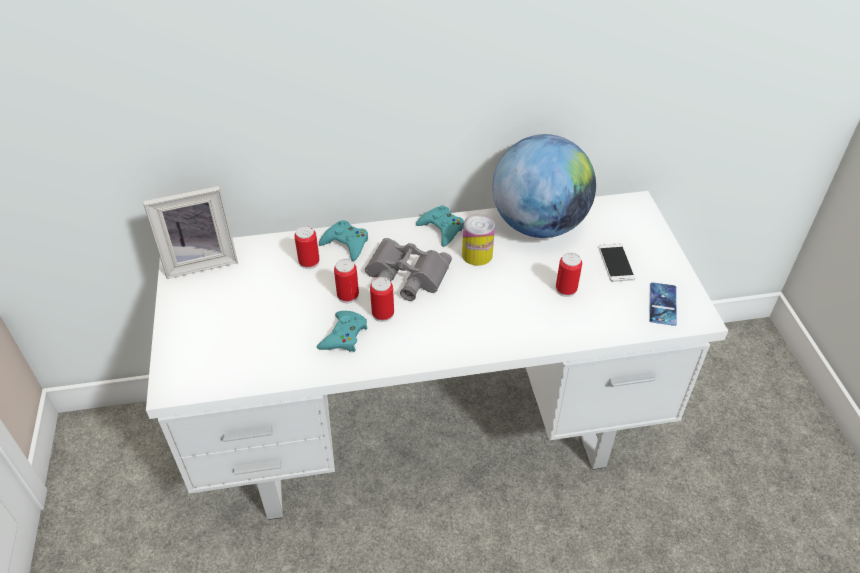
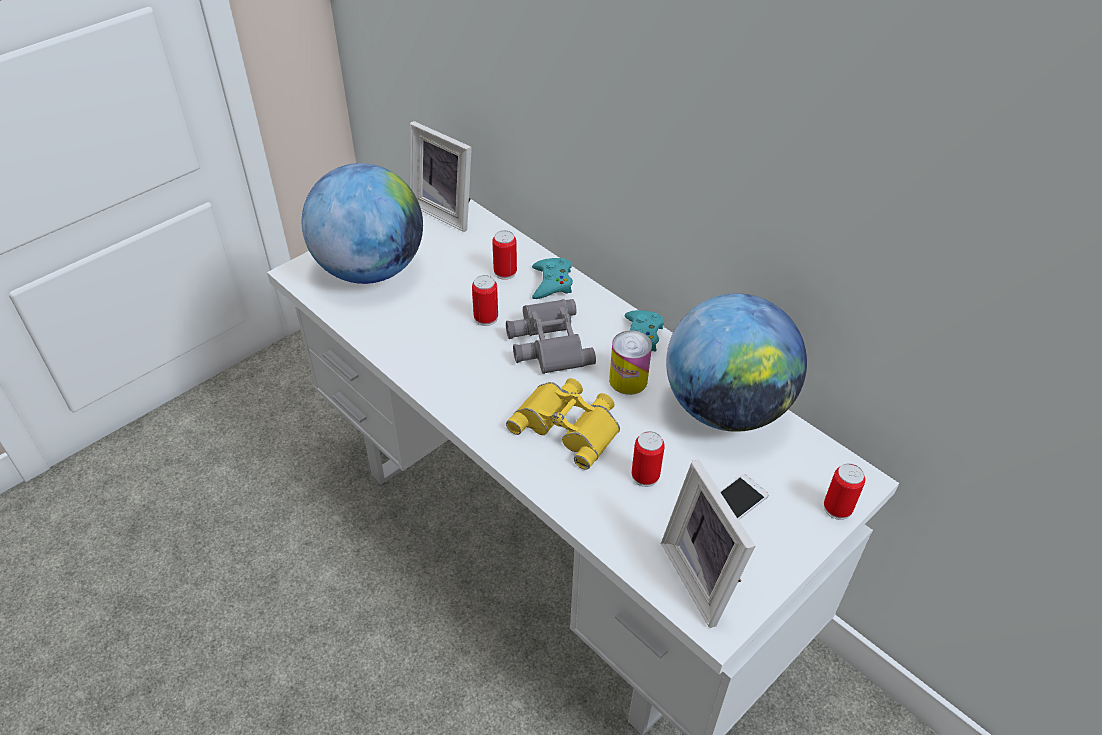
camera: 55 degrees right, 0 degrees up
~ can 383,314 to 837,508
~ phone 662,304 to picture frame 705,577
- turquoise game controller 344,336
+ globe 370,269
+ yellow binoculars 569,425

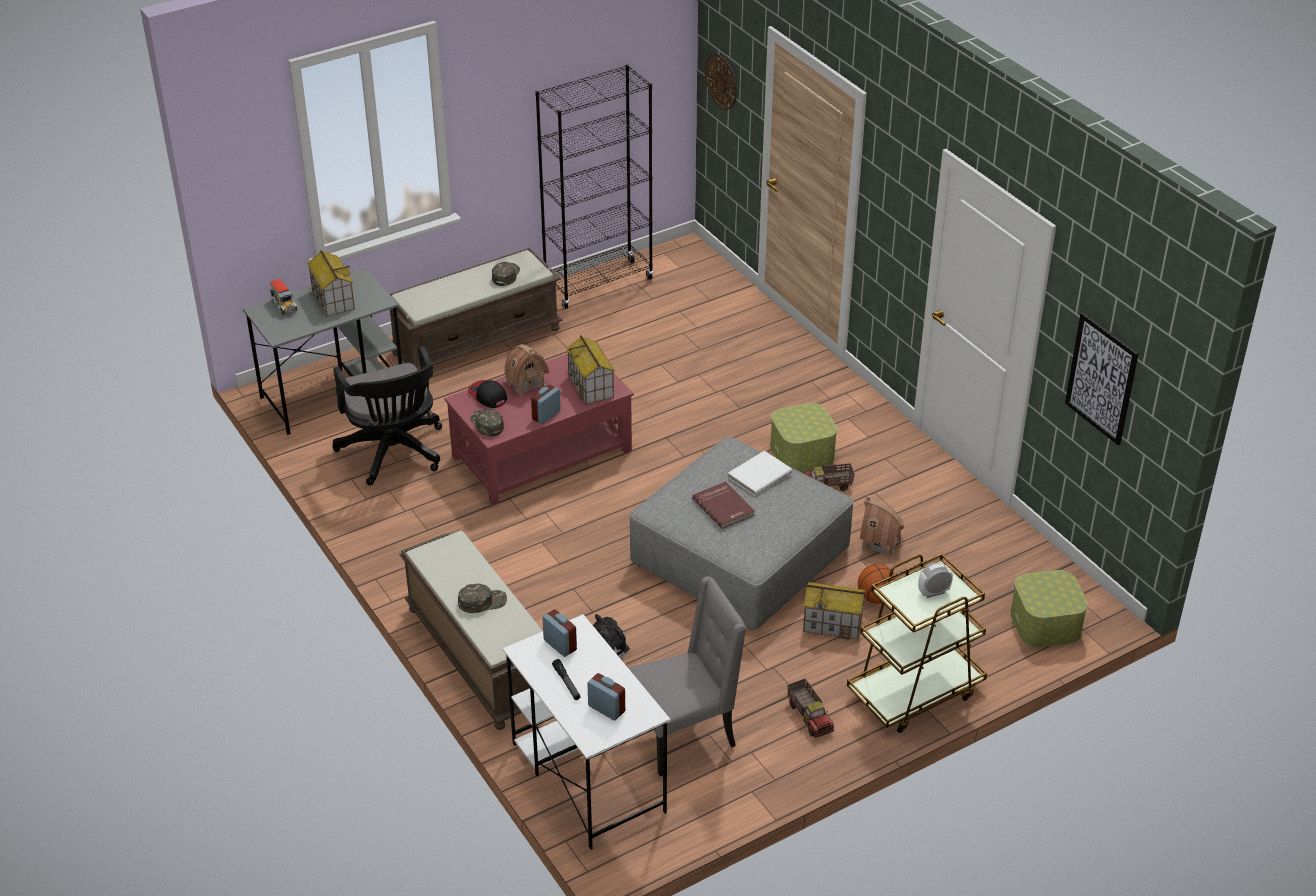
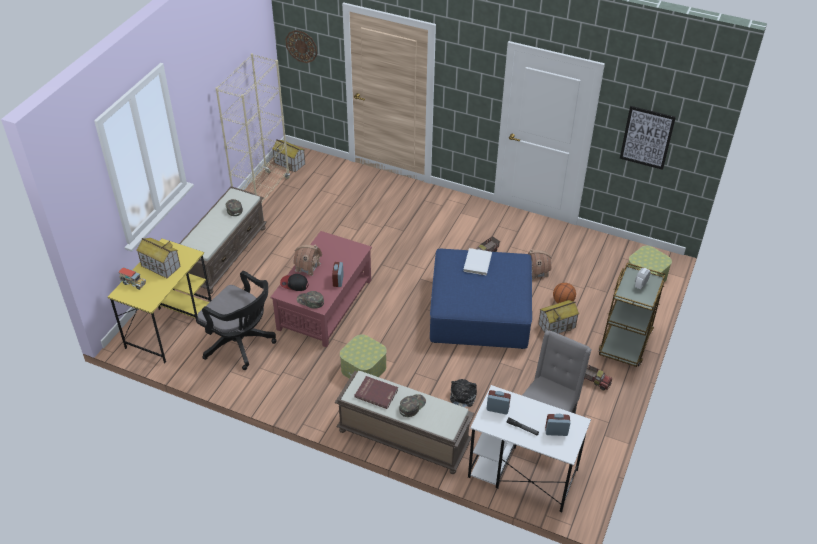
camera: 35 degrees left, 5 degrees up
~ black bookcase 598,284 to beige bookcase 262,193
~ grey desk 334,395 to yellow desk 170,325
~ toy house 591,386 to 290,163
~ storage box 802,452 to 363,368
~ grey ottoman 740,556 to blue ottoman 480,312
~ red book 724,507 to 376,393

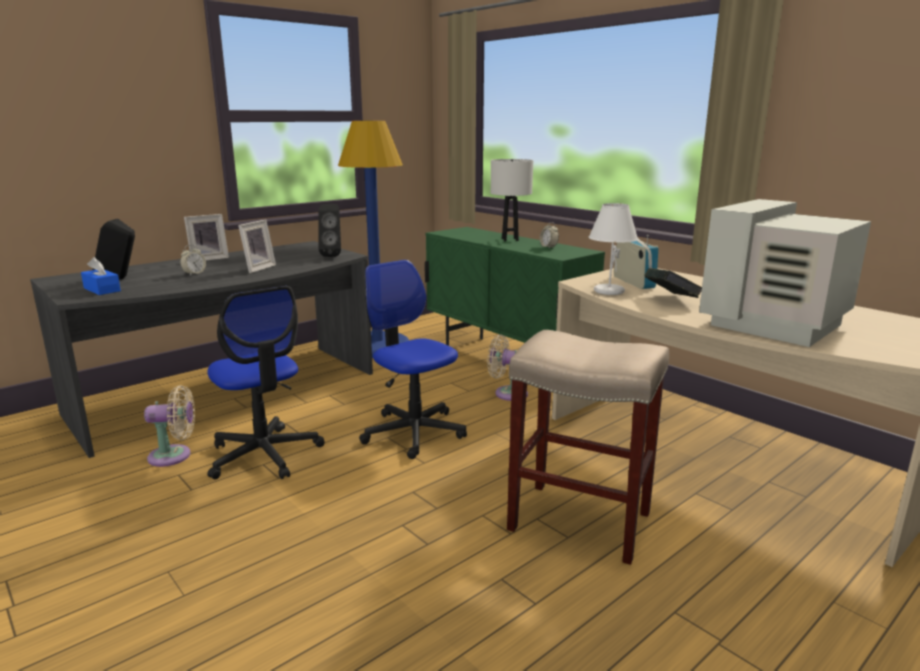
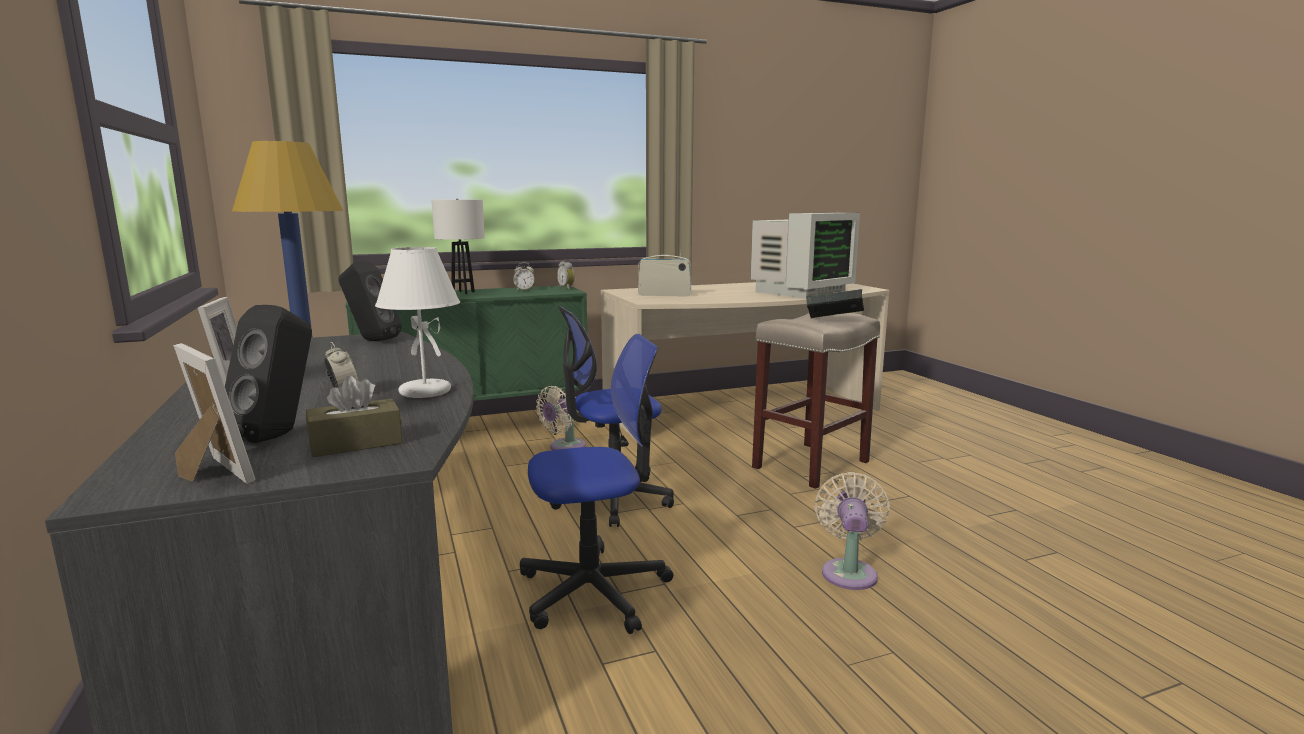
camera: 70 degrees left, 5 degrees down
~ monitor 776,325 = 799,292 105 degrees counterclockwise
~ white table lamp 608,291 to 424,392
~ picture frame 257,268 to 211,474
~ blue tissue box 102,289 to brown tissue box 356,443
~ book 670,300 to 834,321
~ beige fan 174,456 to 849,571
+ alarm clock 567,288

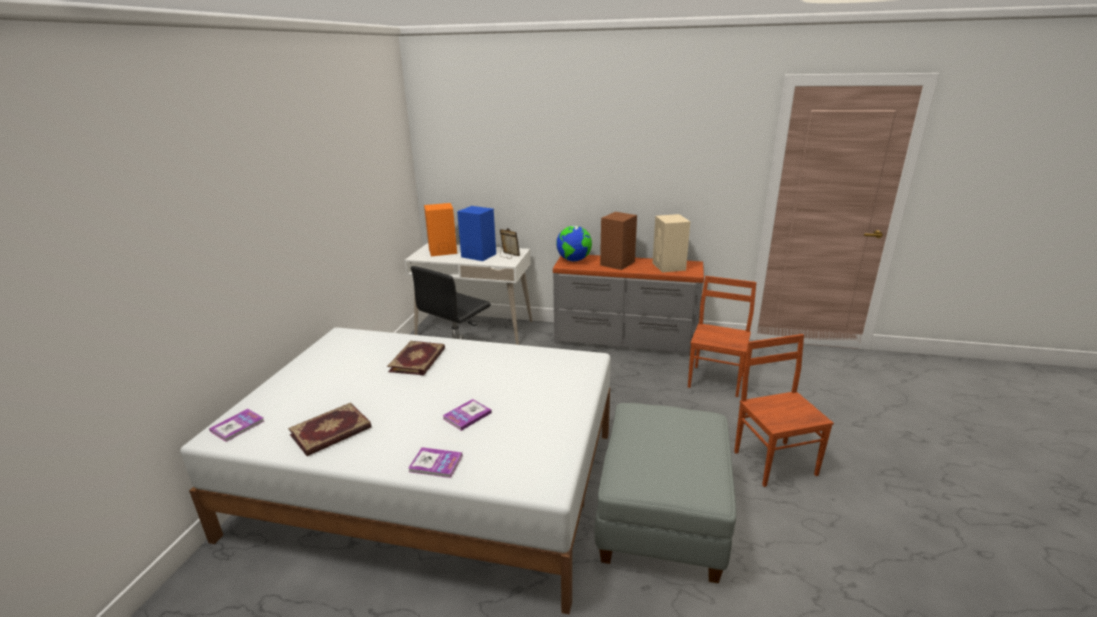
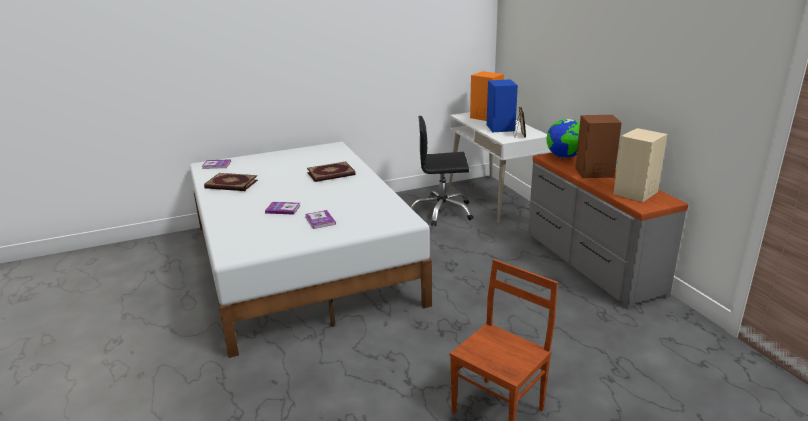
camera: 55 degrees right, 0 degrees up
- brown chair 716,381
- grey ottoman 661,517
~ book 435,463 to 320,220

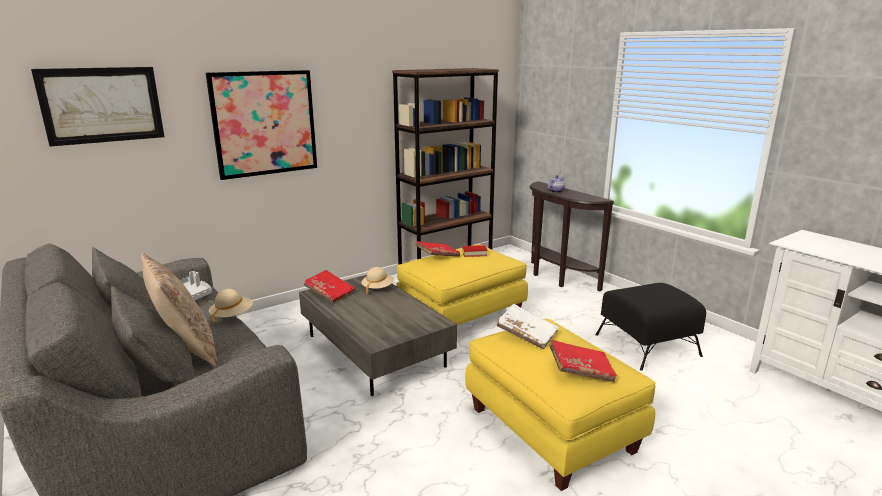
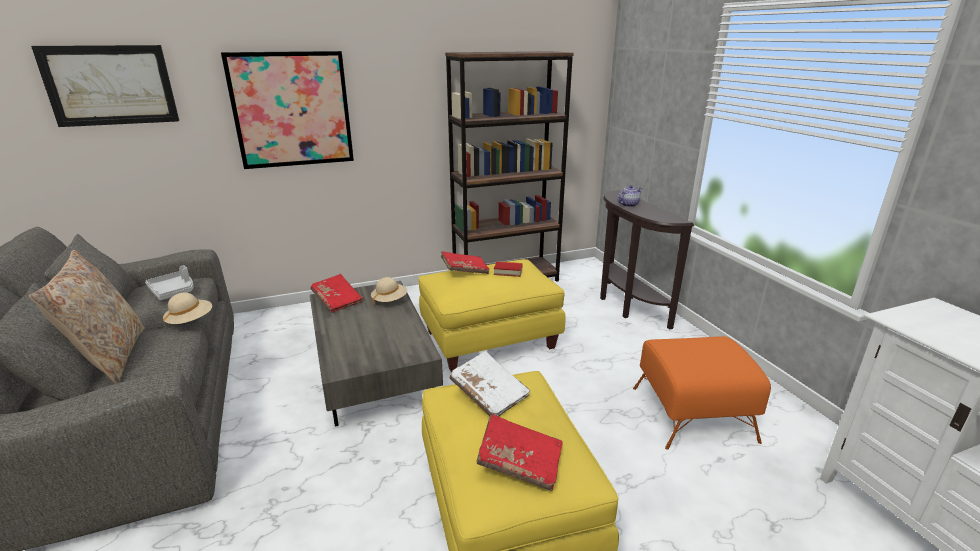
camera: 15 degrees right, 5 degrees up
~ black ottoman 646,345 to orange ottoman 691,413

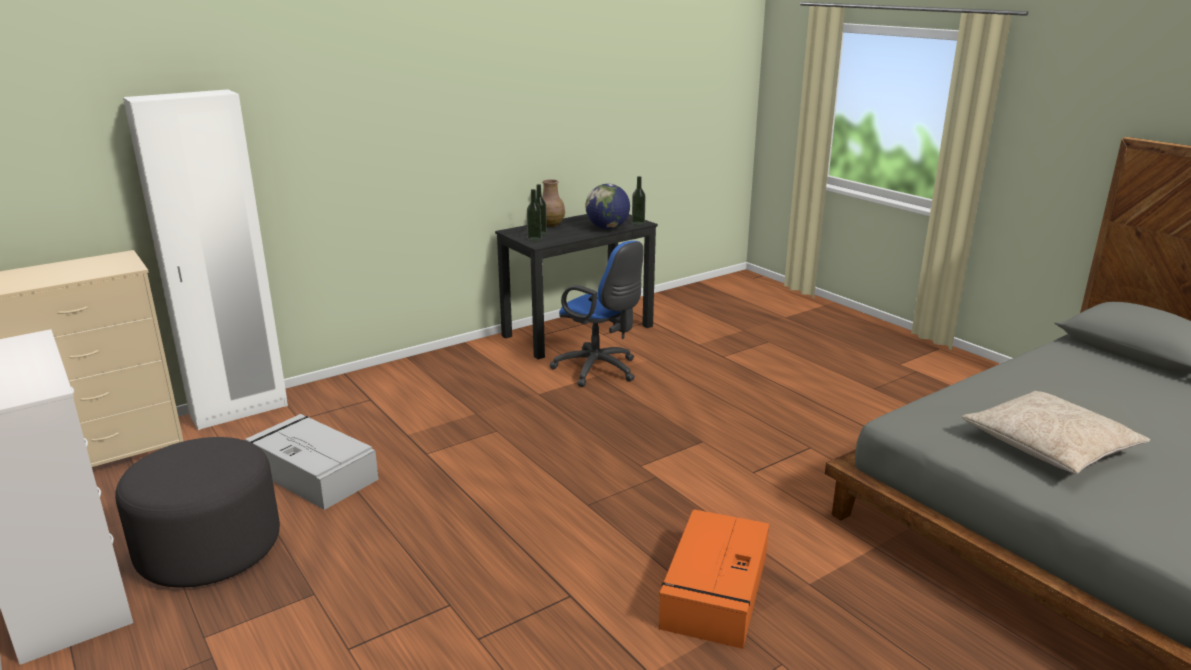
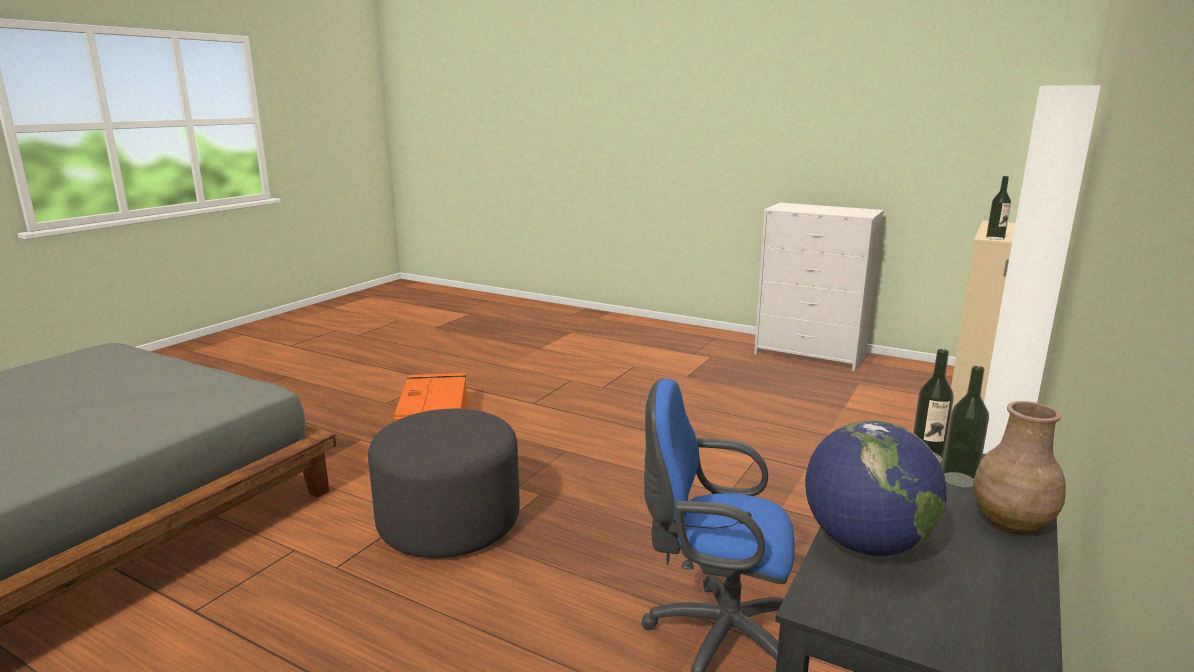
camera: 155 degrees right, 5 degrees down
~ bottle 638,223 to 995,238
- beige pillow 1049,445
- grey storage box 313,473
~ grey ottoman 210,548 to 449,522

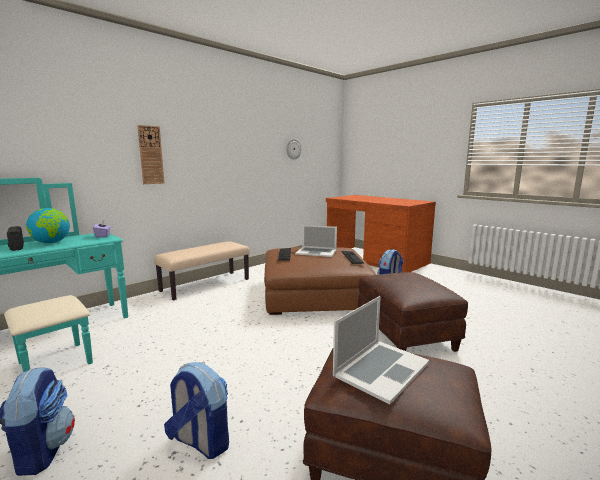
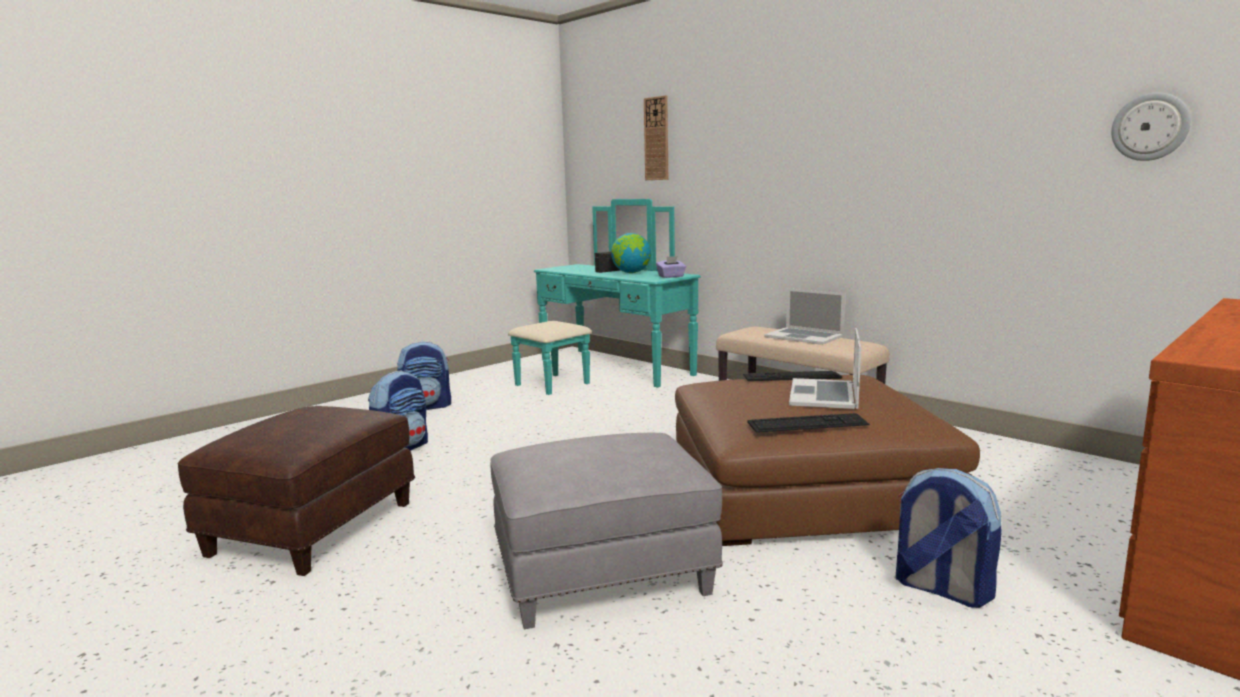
camera: 90 degrees right, 0 degrees up
~ wall clock 151,155 to 656,139
~ brown ottoman 404,335 to grey ottoman 604,573
~ laptop 381,369 to 804,336

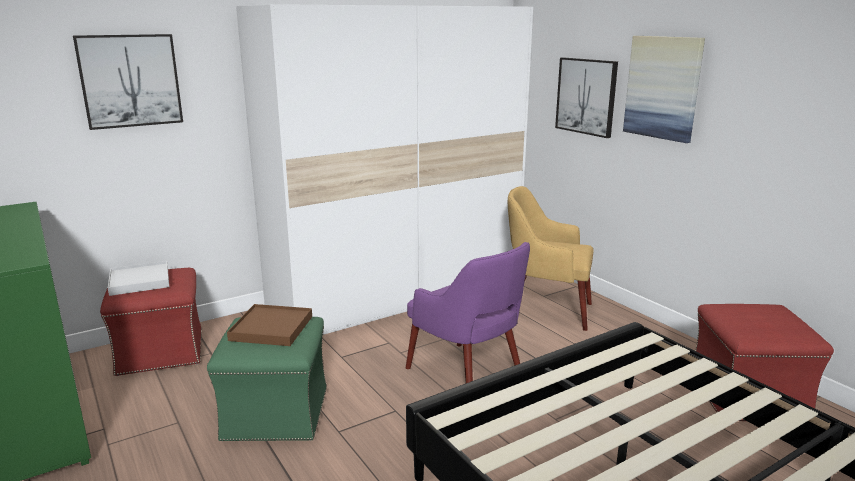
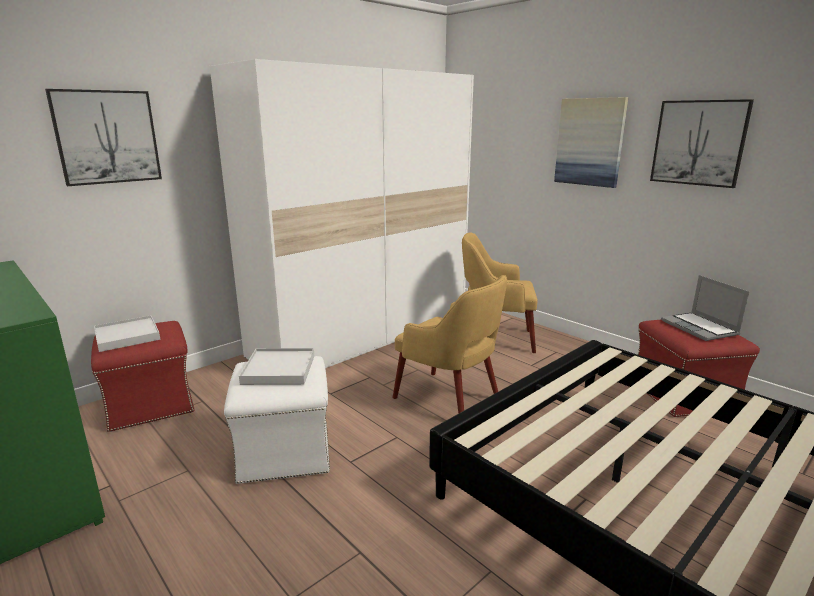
camera: 10 degrees left, 0 degrees up
~ picture 586,96 to 699,143
~ purple armchair 466,375 to yellow armchair 449,399
~ brown tray 272,328 to white tray 279,369
~ green ottoman 276,414 to white ottoman 284,452
+ laptop 700,328

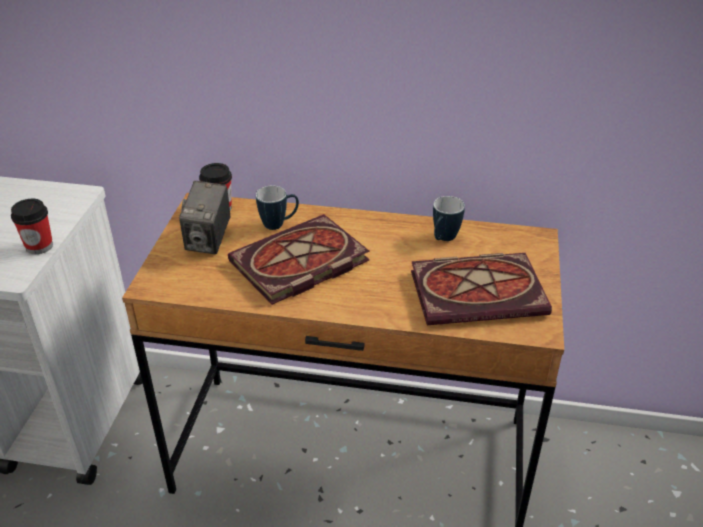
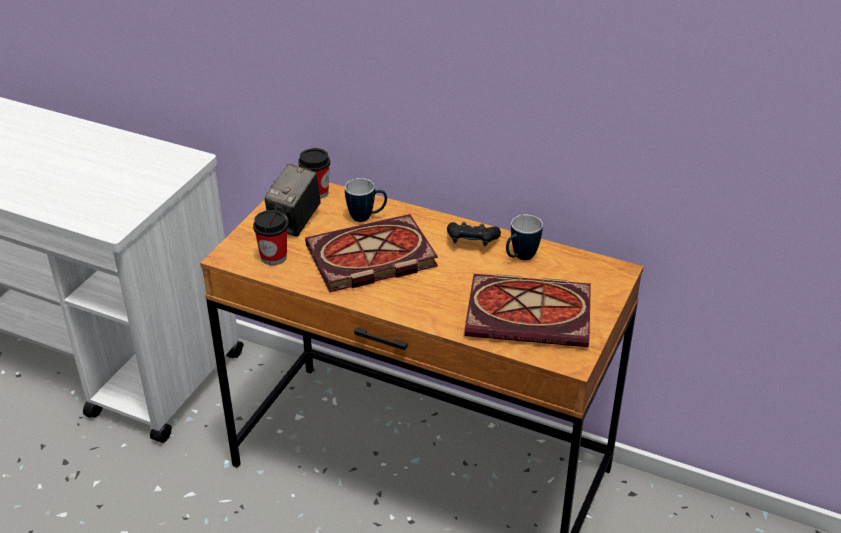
camera: 15 degrees right, 0 degrees up
~ cup 39,246 to 273,257
+ black game controller 472,242

